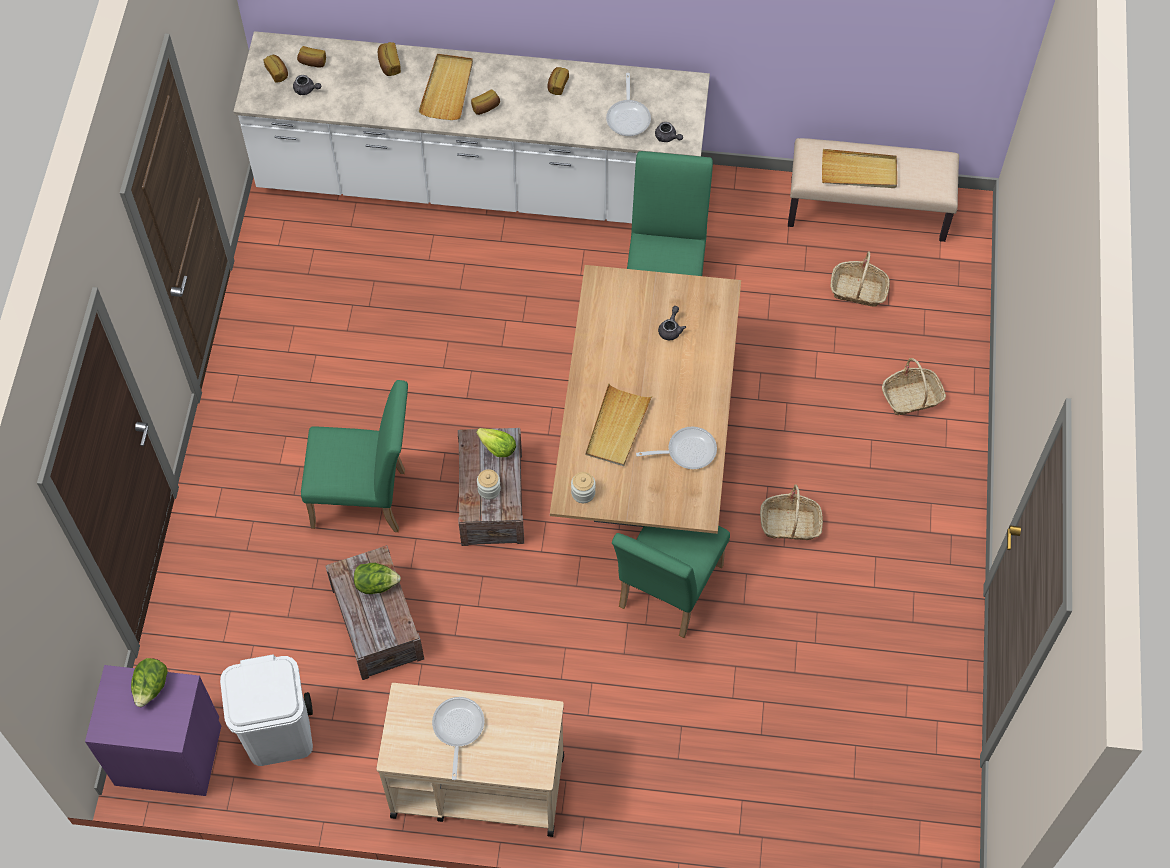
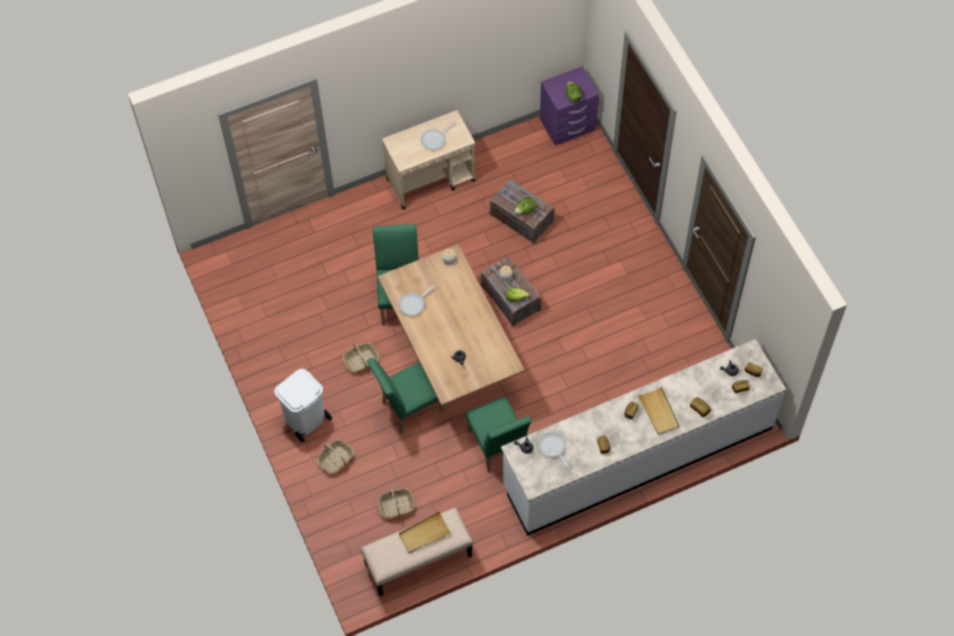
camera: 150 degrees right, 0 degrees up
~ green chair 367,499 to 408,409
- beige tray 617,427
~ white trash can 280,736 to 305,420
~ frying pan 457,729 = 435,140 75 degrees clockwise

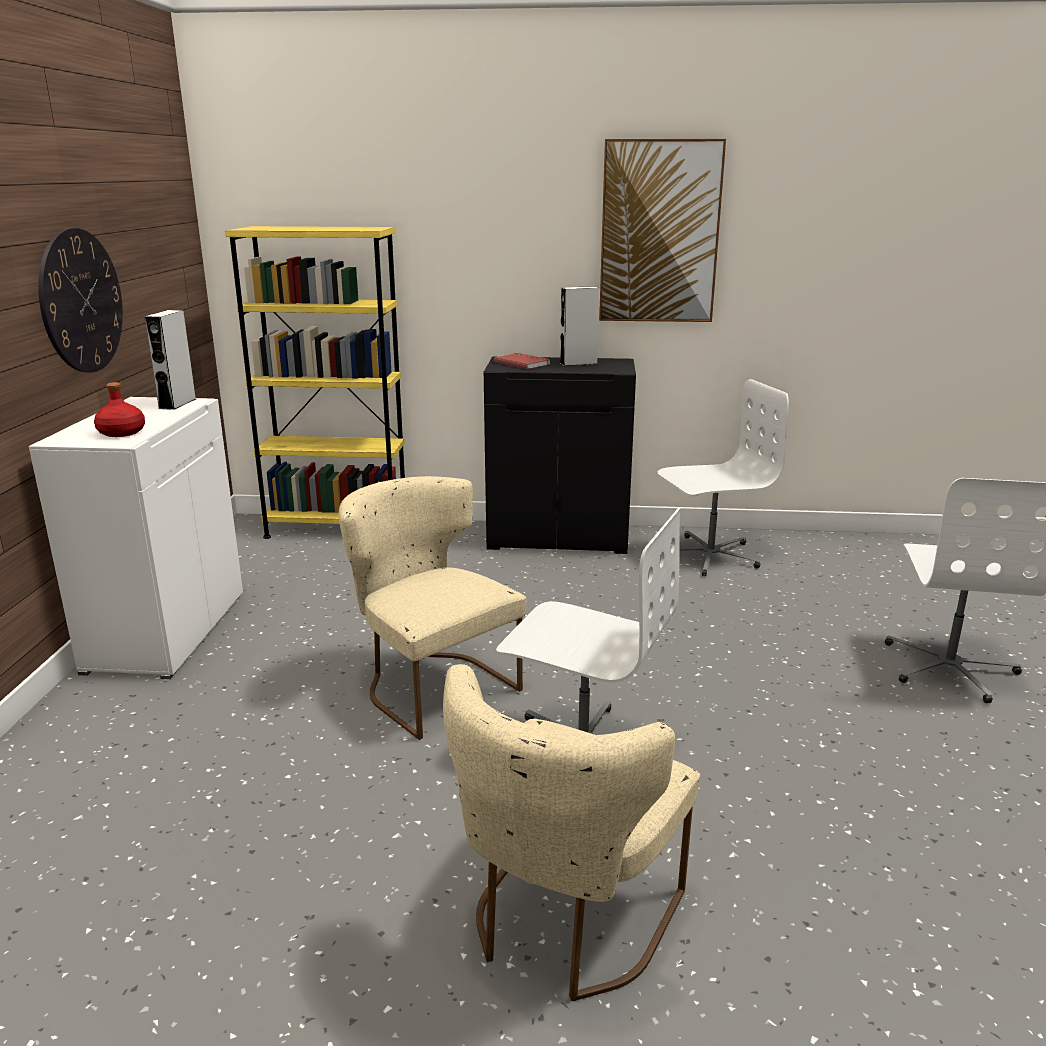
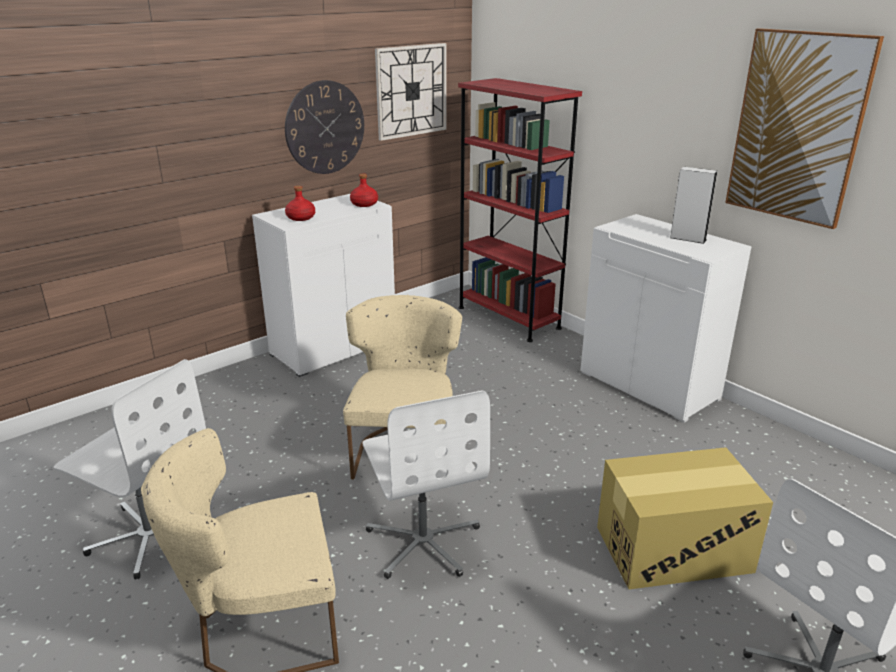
camera: 45 degrees right, 5 degrees up
~ yellow bookcase 337,529 to red bookcase 508,317
~ grey speaker 177,403 to red bottle 364,204
- red book 523,363
~ black cabinet 559,537 to white cabinet 650,385
~ white office chair 709,555 to 150,535
+ wall clock 411,91
+ cardboard box 673,549

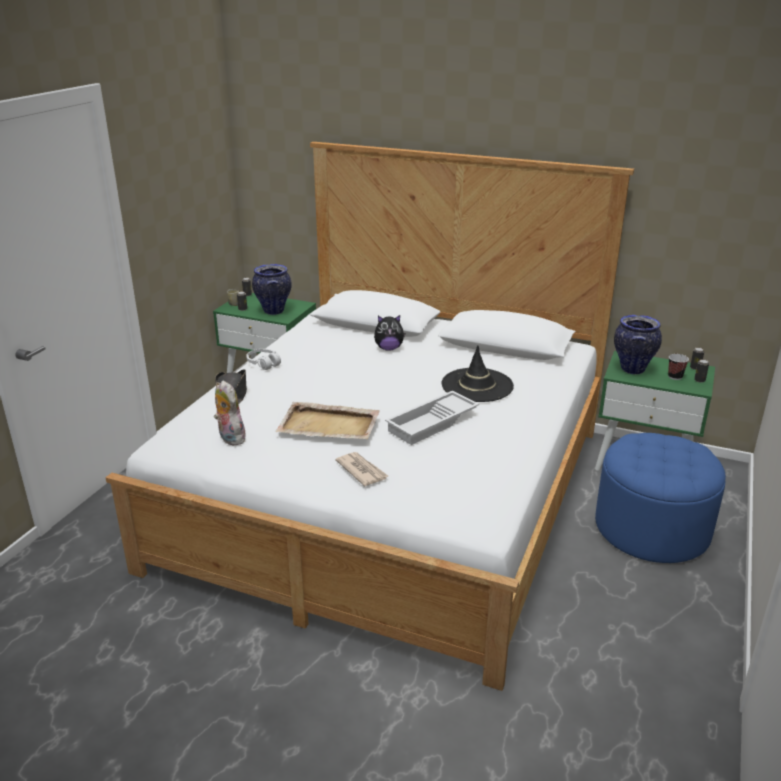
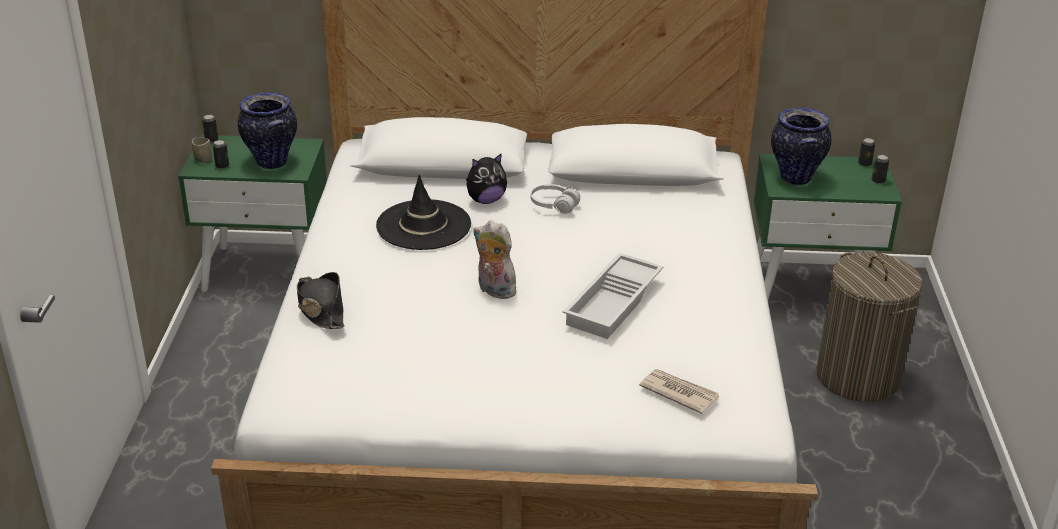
camera: 20 degrees left, 5 degrees up
~ black hat 477,385 to 423,225
~ white headphones 263,364 to 554,205
- cup 675,377
~ plush toy 229,438 to 494,290
- beige tray 329,425
~ blue ottoman 651,528 to laundry basket 857,376
~ newspaper 361,470 to 678,392

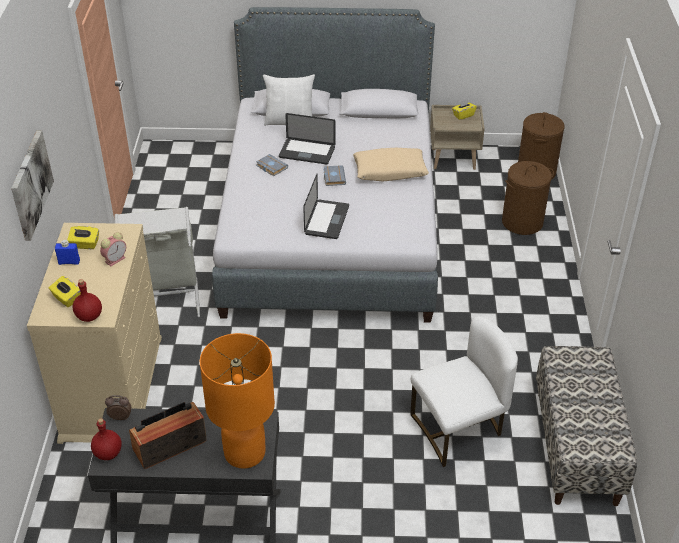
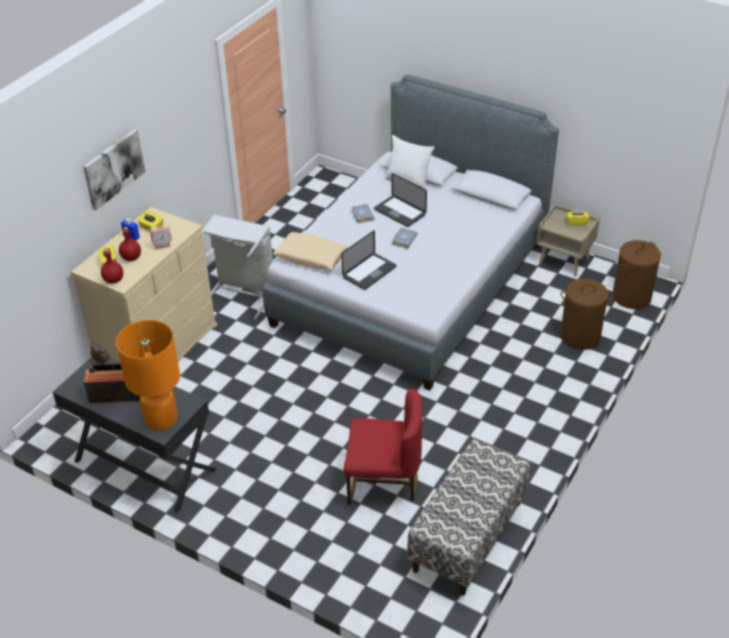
camera: 30 degrees right, 0 degrees up
~ beige pillow 390,171 to 311,257
~ white chair 458,429 to red chair 383,482
~ red bottle 108,453 to 131,258

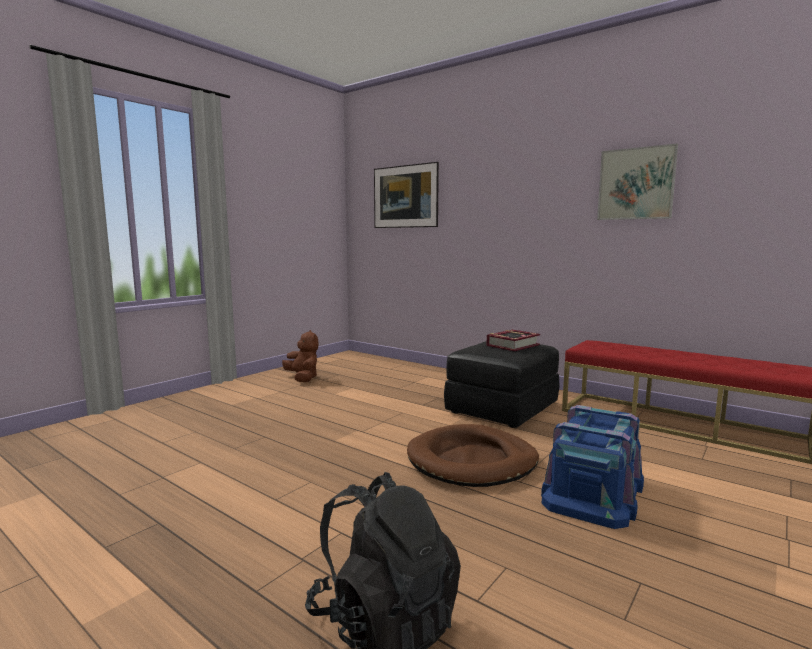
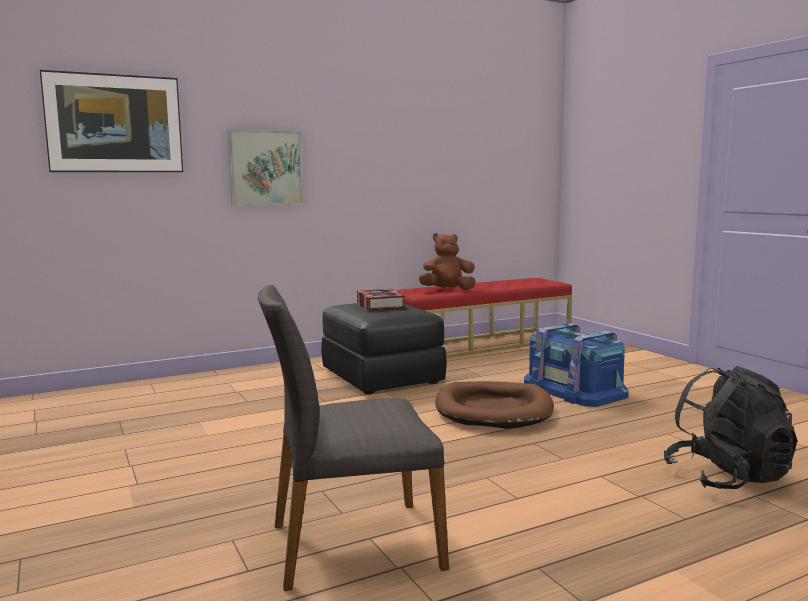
camera: 65 degrees left, 0 degrees up
~ picture 636,184 to 265,168
~ brown plush toy 303,378 to 447,290
+ grey chair 352,544

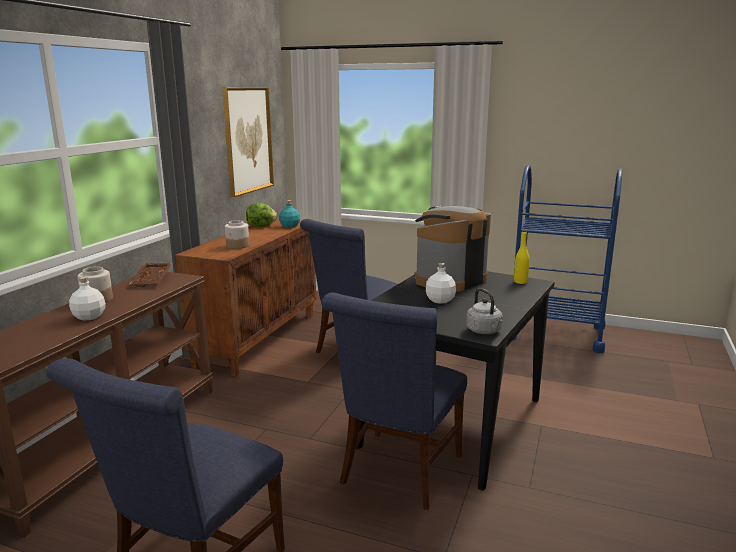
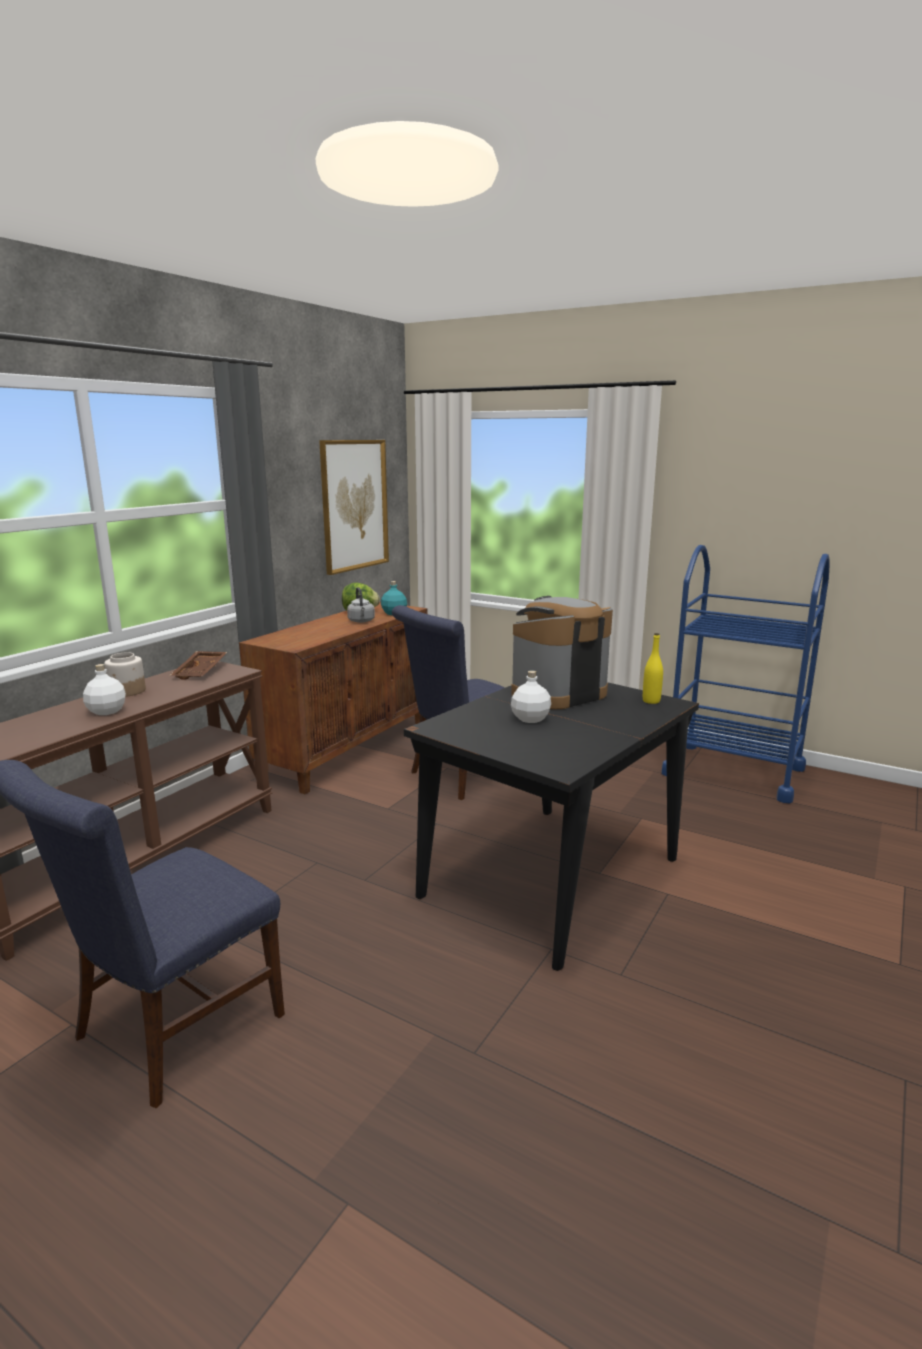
camera: 10 degrees right, 0 degrees up
- jar 237,246
~ grey kettle 485,331 to 361,621
- blue chair 398,473

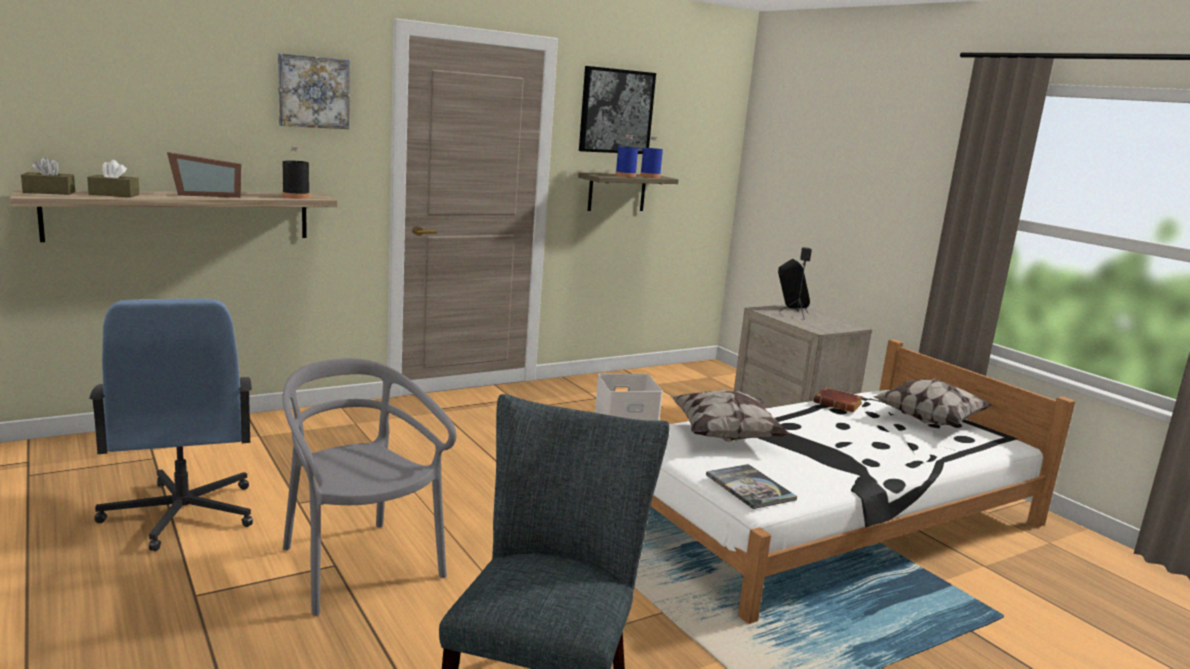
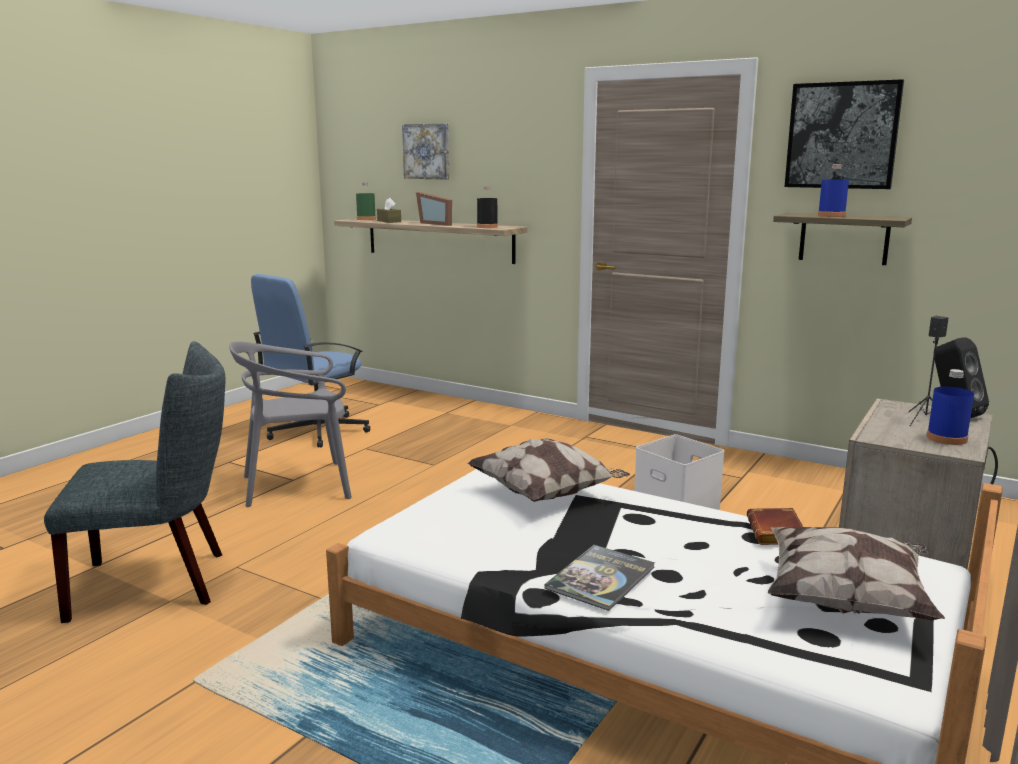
camera: 65 degrees right, 0 degrees up
~ picture 313,92 to 427,151
~ blue bottle 650,176 to 946,438
~ brown tissue box 49,192 to green bottle 366,219
~ grey chair 358,566 = 298,485 135 degrees counterclockwise
~ book 750,487 to 600,578

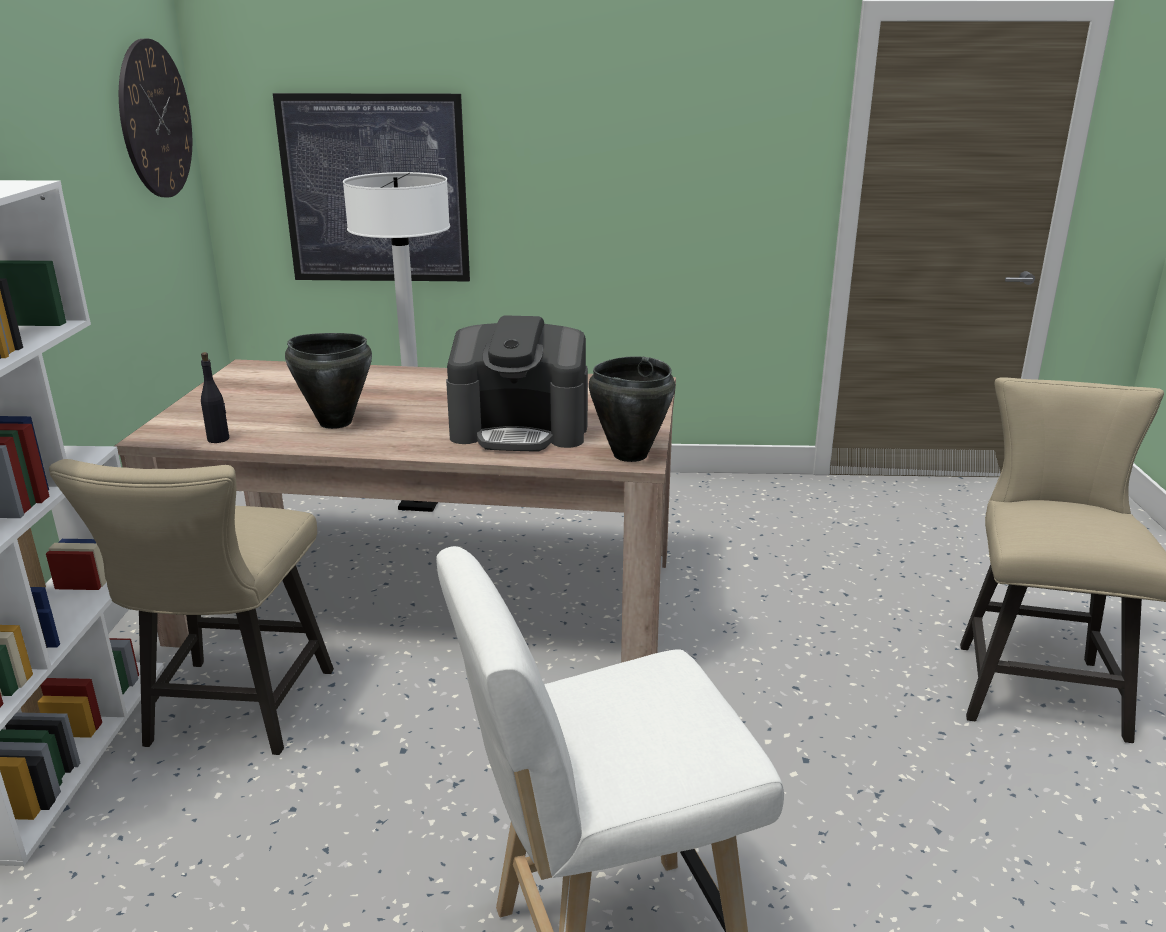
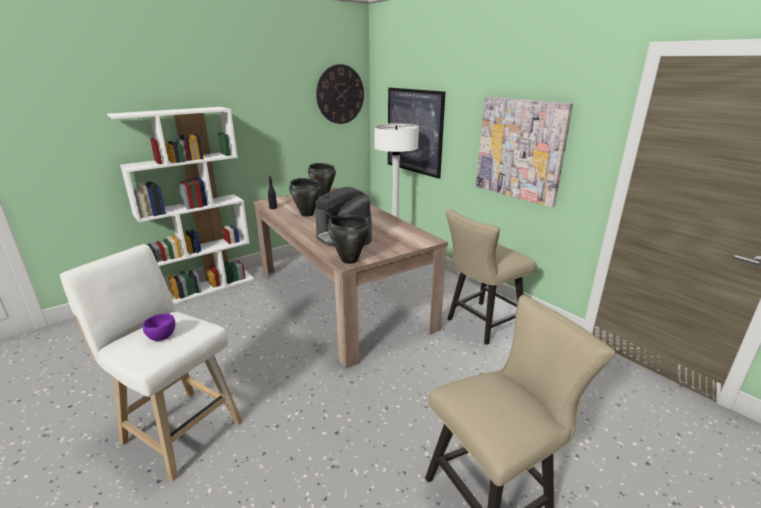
camera: 50 degrees right, 0 degrees up
~ beige chair 233,715 to 480,324
+ picture 520,149
+ black cooking pot 323,194
+ purple bowl 161,336

